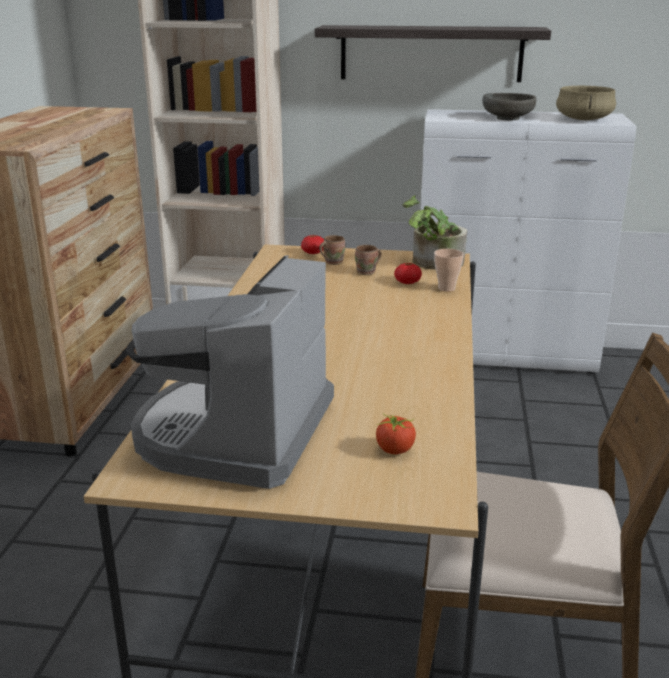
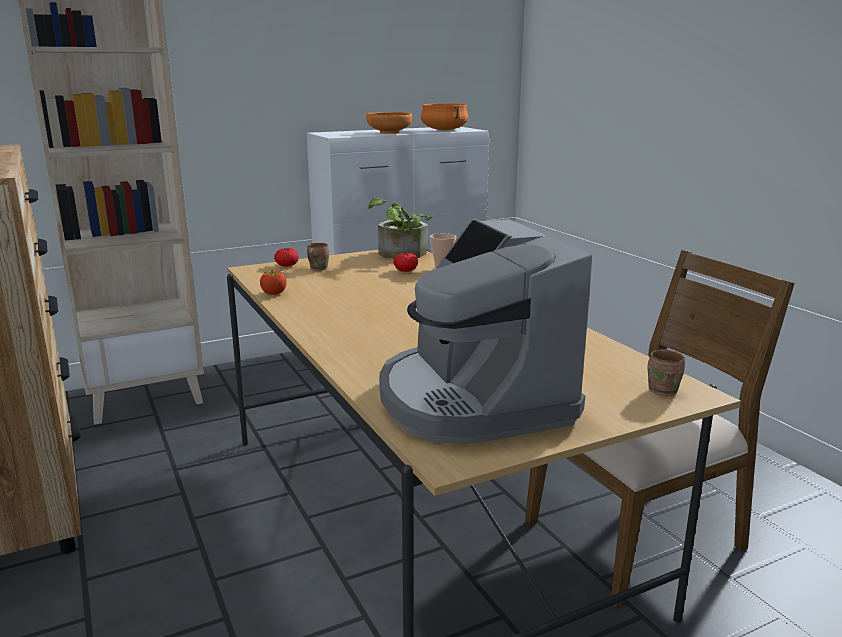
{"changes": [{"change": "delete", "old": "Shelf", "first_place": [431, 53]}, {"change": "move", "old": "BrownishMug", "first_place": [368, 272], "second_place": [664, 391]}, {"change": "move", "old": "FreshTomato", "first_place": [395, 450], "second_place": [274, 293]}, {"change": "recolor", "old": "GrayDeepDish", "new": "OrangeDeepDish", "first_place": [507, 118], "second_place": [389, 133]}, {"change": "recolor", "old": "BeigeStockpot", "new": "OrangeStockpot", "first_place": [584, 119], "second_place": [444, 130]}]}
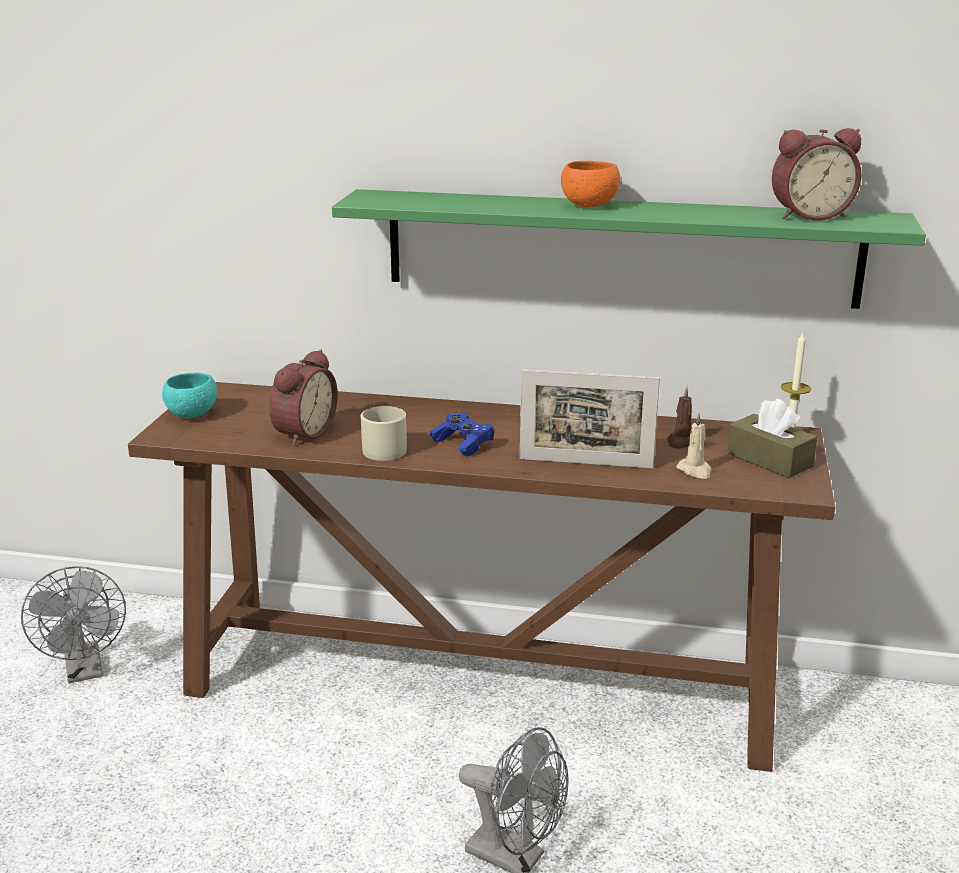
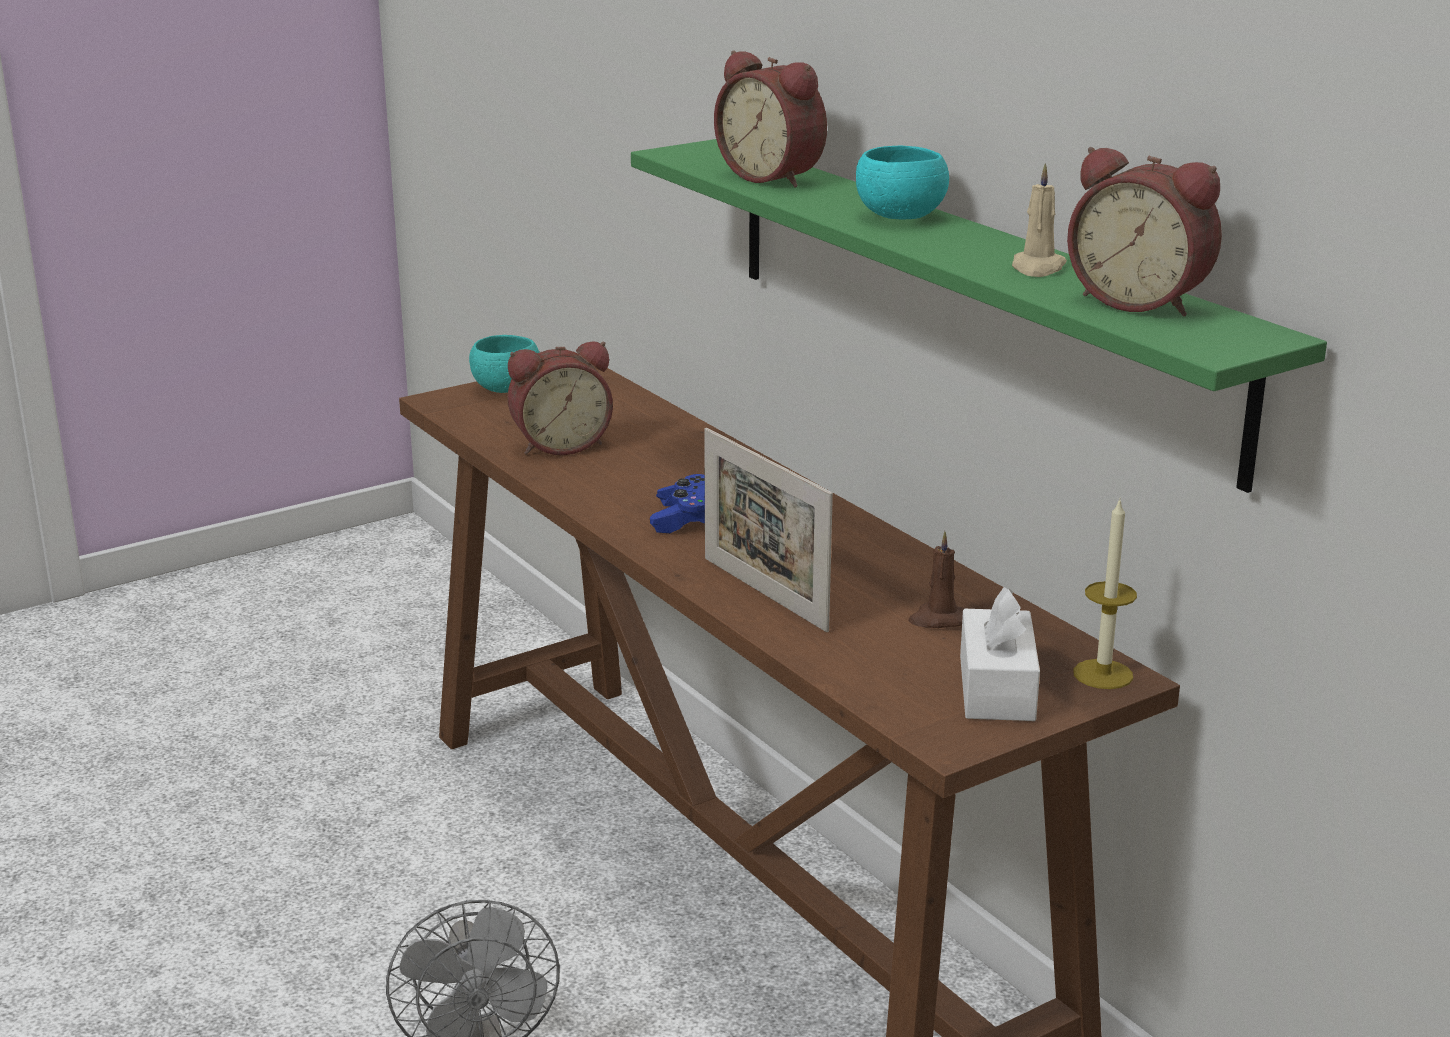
{"changes": [{"change": "delete", "old": "GrayElectricFan", "first_place": [85, 671]}, {"change": "delete", "old": "BeigeMug", "first_place": [385, 448]}, {"change": "recolor", "old": "OrangeDeepDish", "new": "BlueGreenDeepDish", "first_place": [589, 205], "second_place": [900, 216]}, {"change": "move", "old": "BeigeCandle", "first_place": [695, 471], "second_place": [1037, 268]}, {"change": "recolor", "old": "BrownishBoxOfTissues", "new": "WhiteColouredBoxOfTissues", "first_place": [769, 460], "second_place": [996, 688]}, {"change": "insert", "new": "AlarmClock", "second_place": [774, 177]}]}
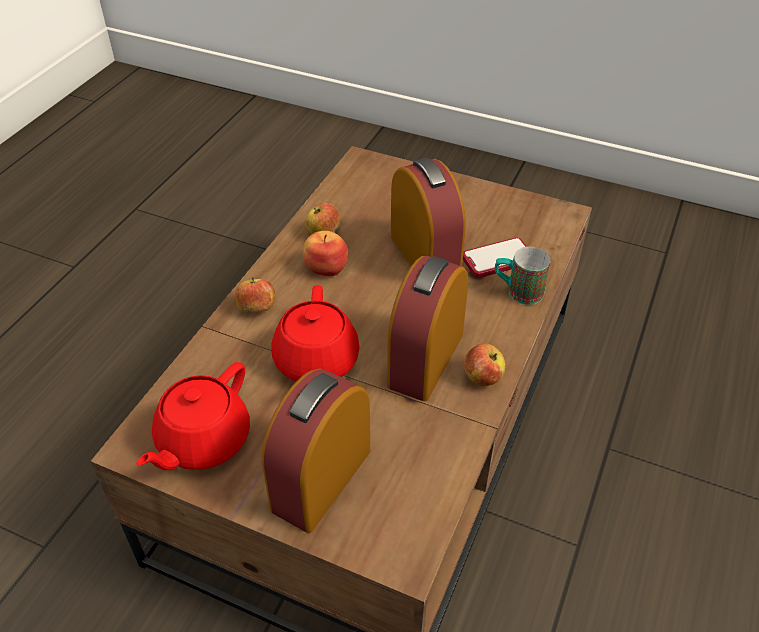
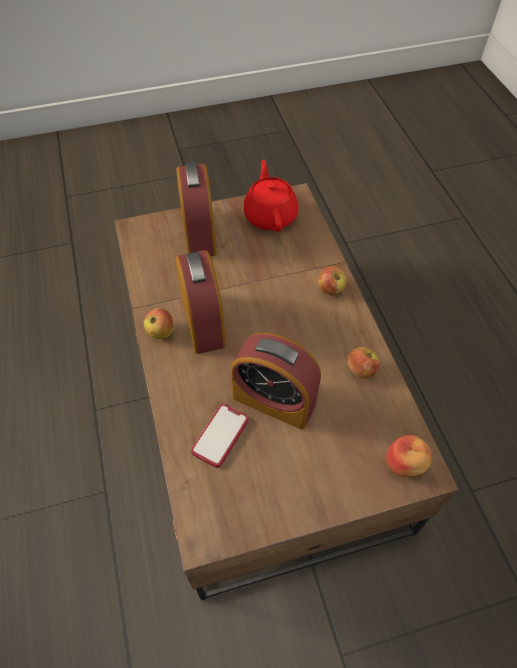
{"changes": [{"change": "delete", "old": "ReddishTeaPot", "first_place": [315, 362]}, {"change": "move", "old": "WholeApple", "first_place": [326, 267], "second_place": [404, 464]}, {"change": "delete", "old": "Mug", "first_place": [517, 292]}]}
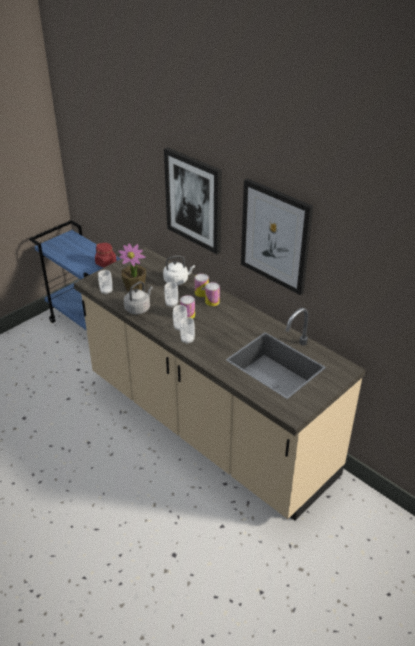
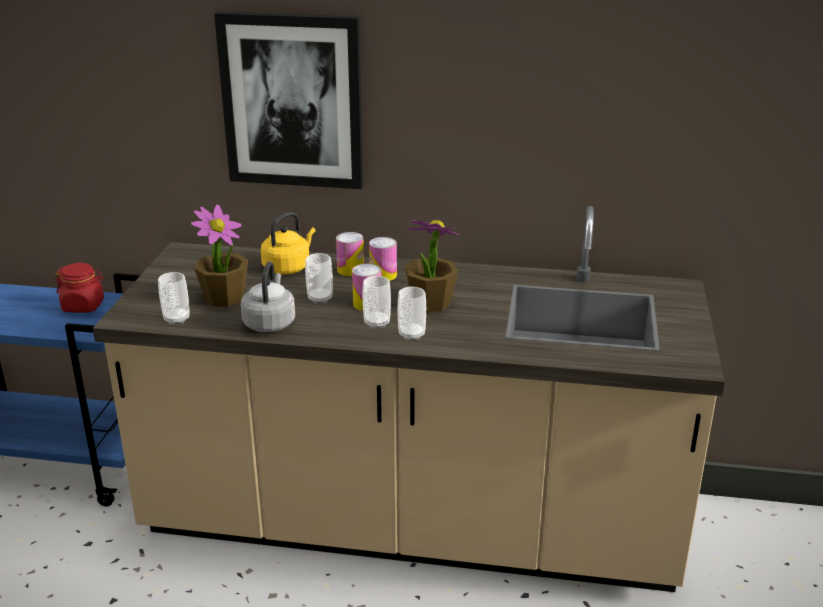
{"changes": [{"change": "recolor", "old": "WhiteColouredWaterKettle", "new": "YellowishWaterKettle", "first_place": [177, 280], "second_place": [288, 267]}, {"change": "delete", "old": "WallArt", "first_place": [275, 236]}, {"change": "insert", "new": "PottedPlant", "second_place": [430, 303]}]}
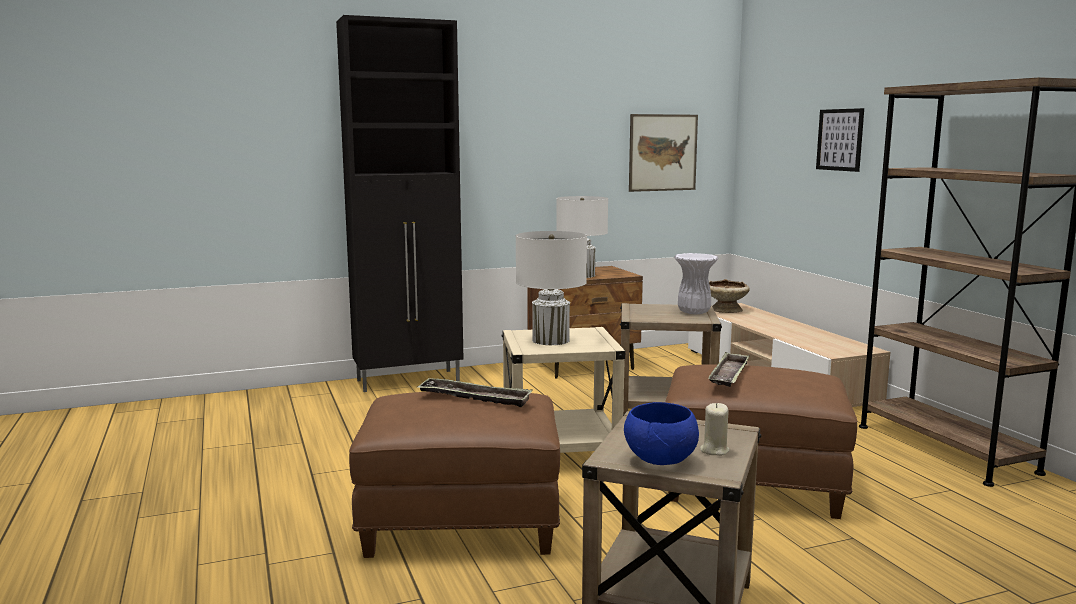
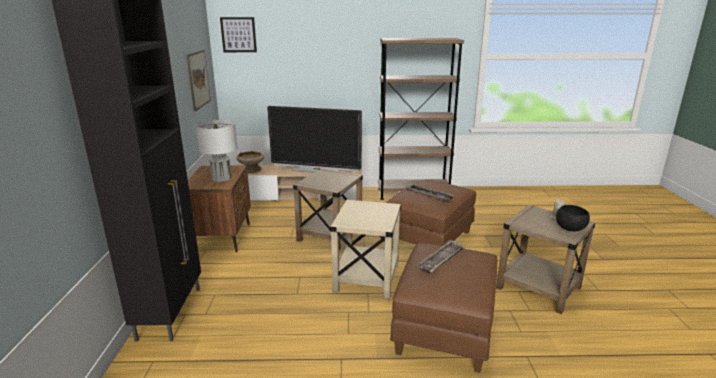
{"changes": [{"change": "delete", "old": "WhiteColouredLampForATable", "first_place": [551, 340]}, {"change": "recolor", "old": "BluishDeepDish", "new": "BlackColouredDeepDish", "first_place": [661, 461], "second_place": [570, 229]}, {"change": "delete", "old": "WhiteColouredVase", "first_place": [693, 312]}, {"change": "move", "old": "WallArt", "first_place": [840, 139], "second_place": [238, 34]}, {"change": "insert", "new": "Television", "second_place": [316, 170]}]}
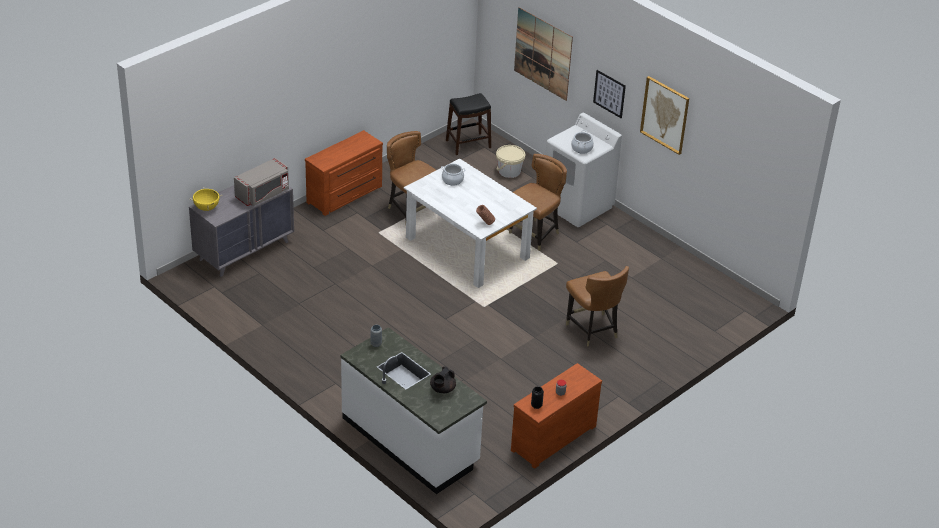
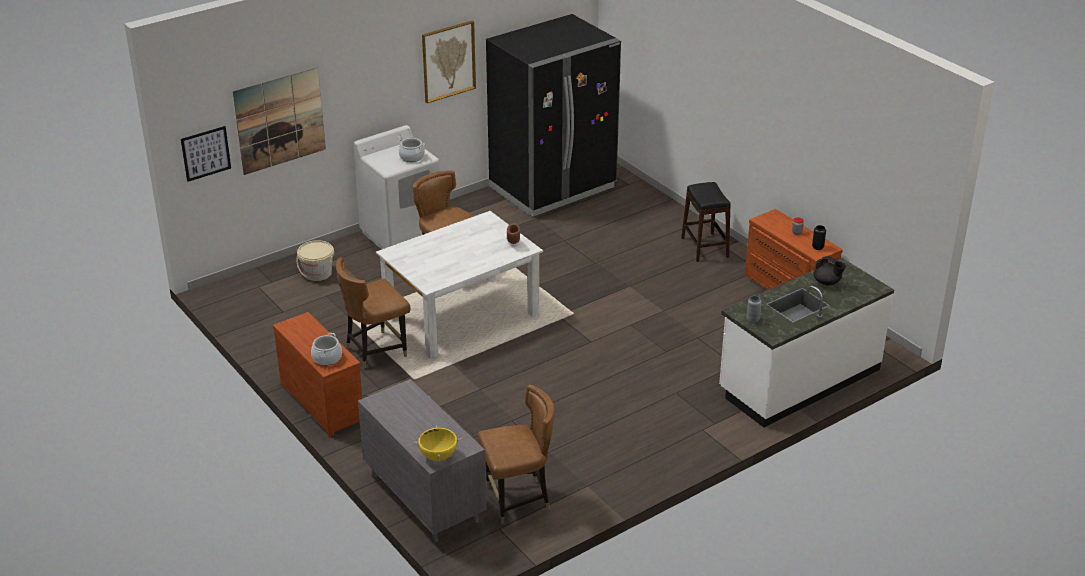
{"changes": [{"change": "delete", "old": "GrayKitchenMicrowave", "first_place": [263, 194]}, {"change": "move", "old": "Stockpot", "first_place": [452, 180], "second_place": [327, 358]}, {"change": "move", "old": "BlackColouredSittingStool", "first_place": [468, 144], "second_place": [704, 247]}, {"change": "move", "old": "BrownishUprightChair", "first_place": [592, 330], "second_place": [518, 500]}, {"change": "move", "old": "WallArt", "first_place": [609, 93], "second_place": [206, 153]}, {"change": "insert", "new": "BlackColouredRefrigerator", "second_place": [553, 187]}]}
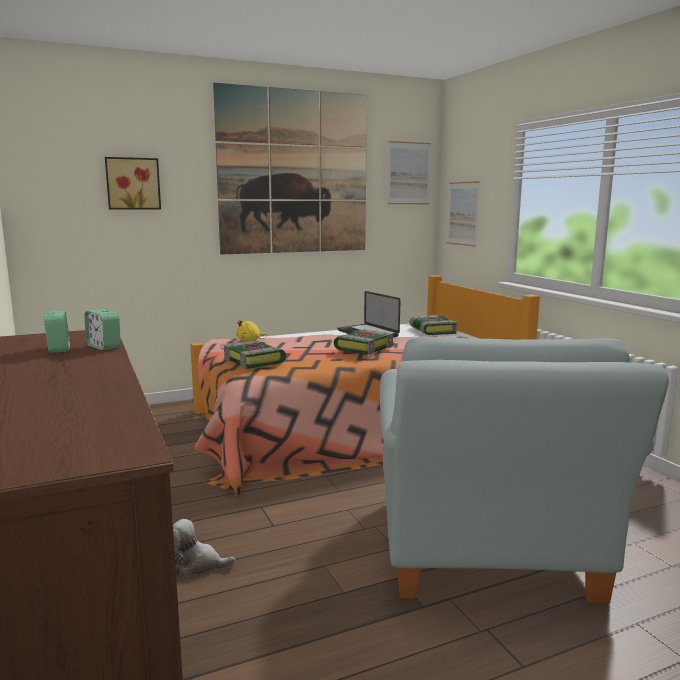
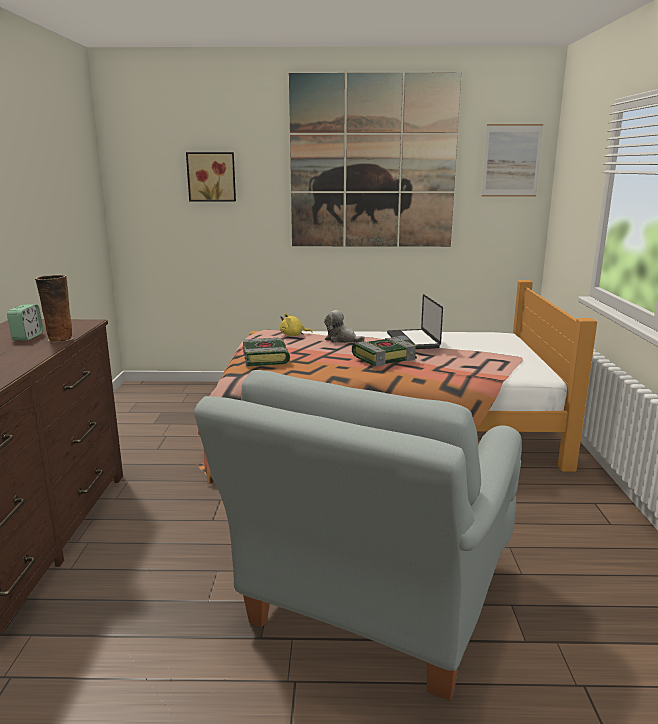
{"changes": [{"change": "replace", "old": "AlarmClock", "new": "Vase", "first_place": [104, 347], "second_place": [59, 339]}, {"change": "move", "old": "CuddlyToy", "first_place": [196, 565], "second_place": [342, 340]}, {"change": "delete", "old": "Book", "first_place": [431, 331]}, {"change": "delete", "old": "WallArt", "first_place": [463, 213]}]}
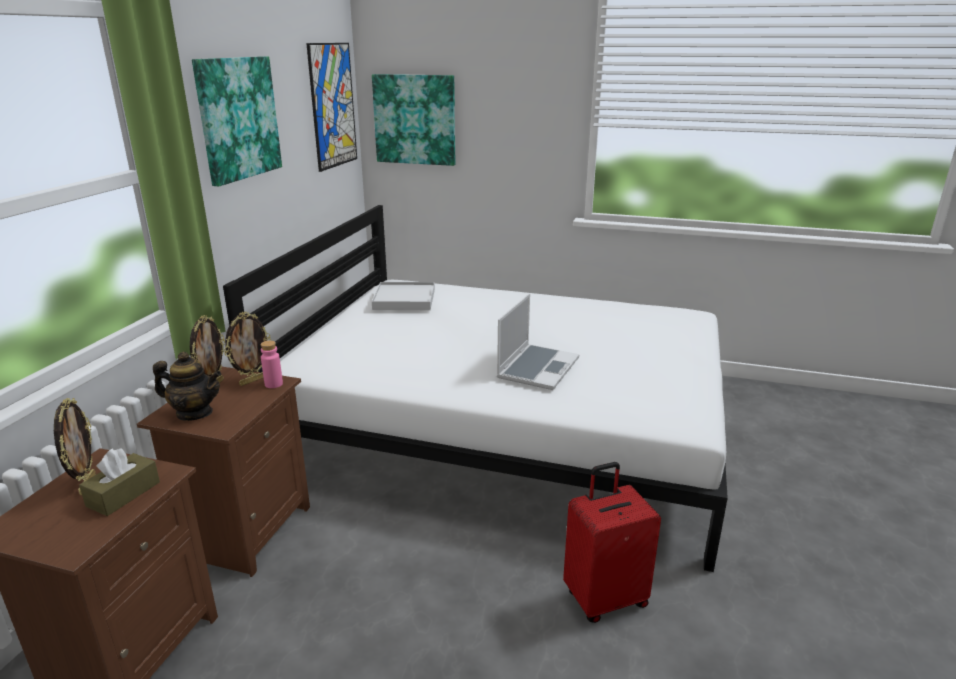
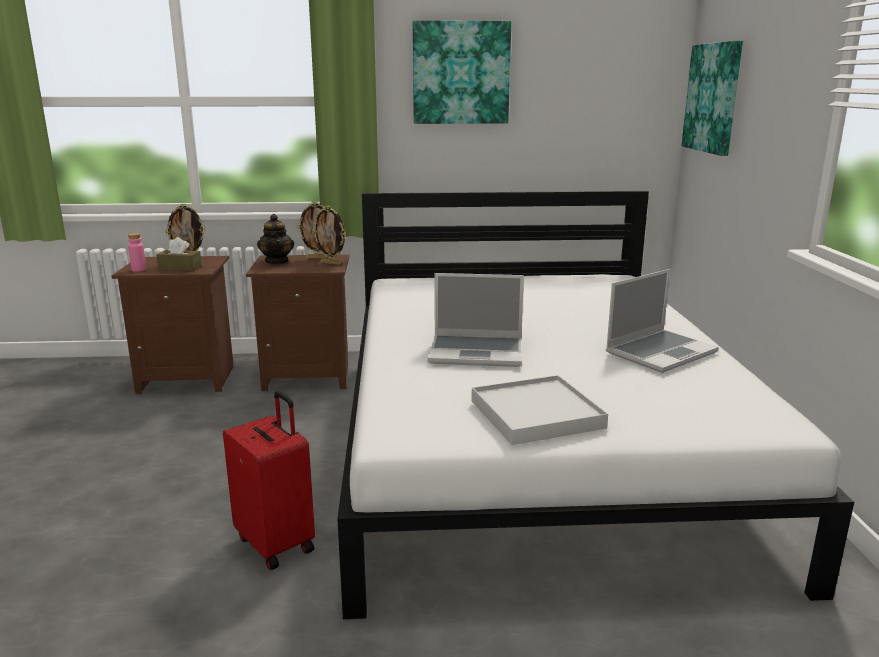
{"changes": [{"change": "move", "old": "PinkDrinkBottle", "first_place": [273, 384], "second_place": [139, 269]}, {"change": "delete", "old": "WallArt", "first_place": [333, 106]}, {"change": "move", "old": "WhiteColouredServingTray", "first_place": [404, 299], "second_place": [536, 414]}, {"change": "insert", "new": "Laptop", "second_place": [660, 352]}]}
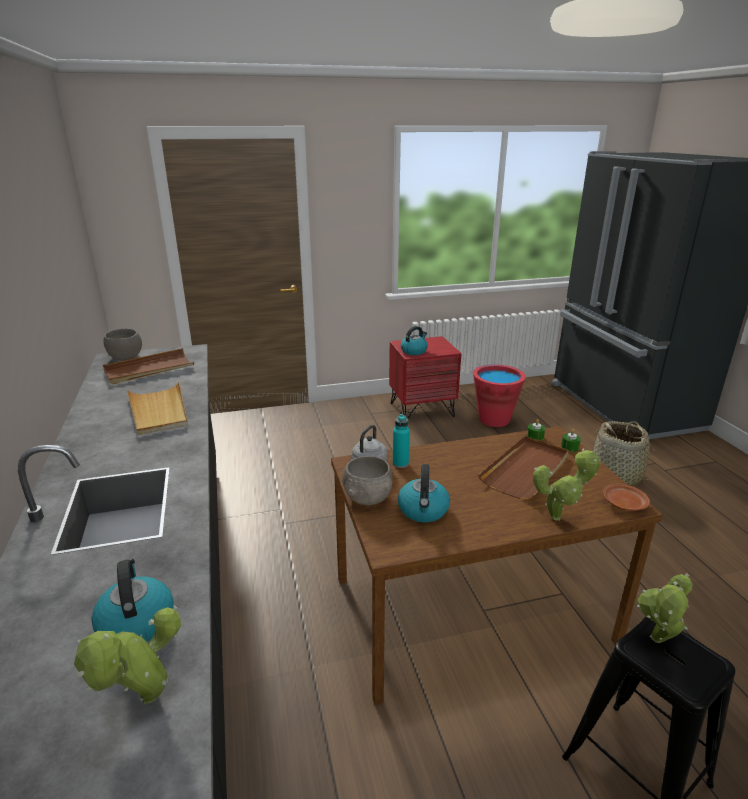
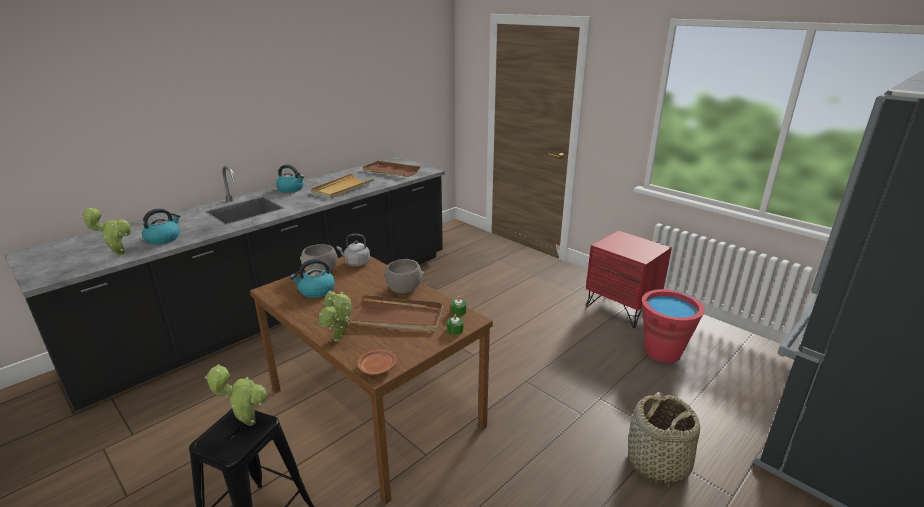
{"changes": [{"change": "move", "old": "GrayDeepDish", "first_place": [125, 357], "second_place": [404, 288]}, {"change": "delete", "old": "BlueGreenDrinkBottle", "first_place": [400, 463]}, {"change": "move", "old": "WaterKettle", "first_place": [414, 351], "second_place": [291, 189]}]}
